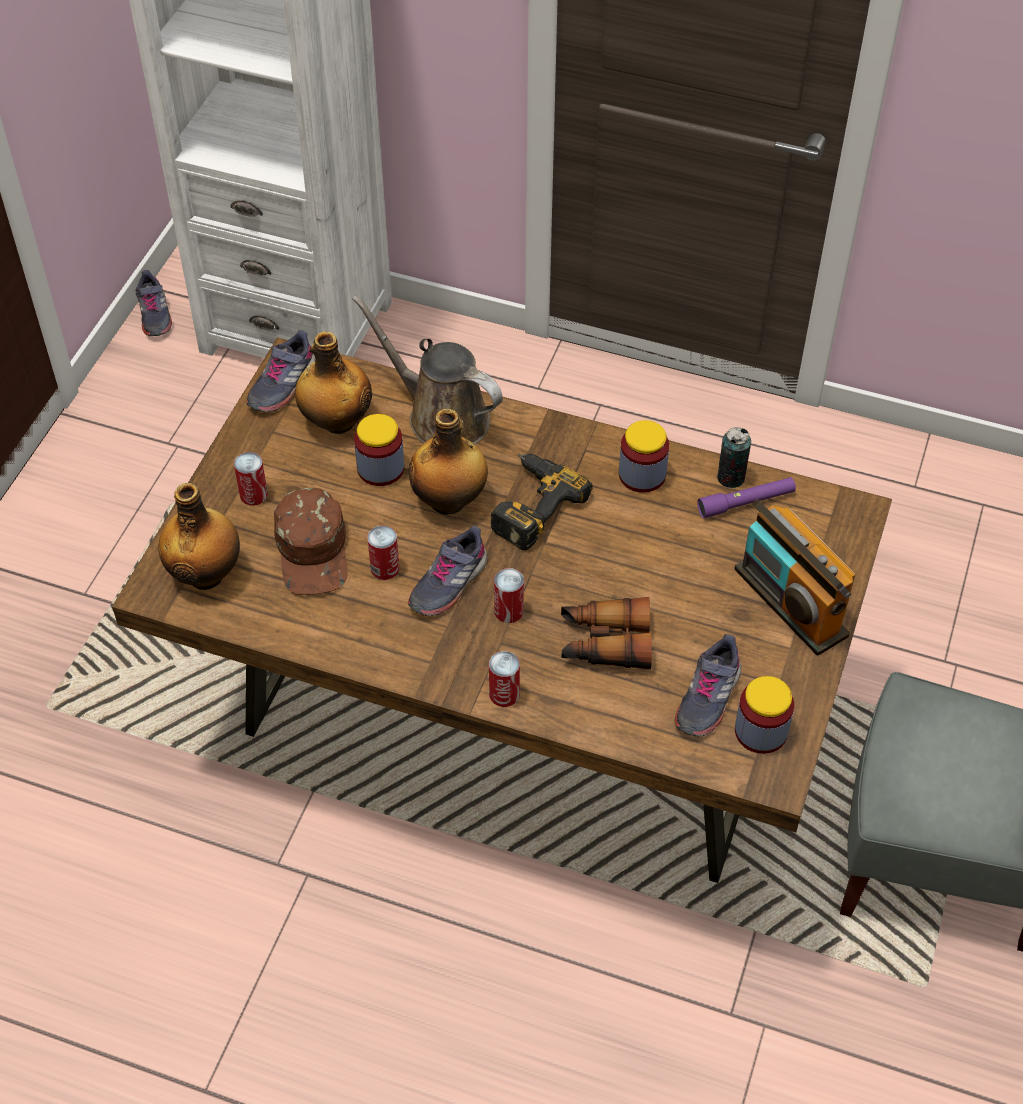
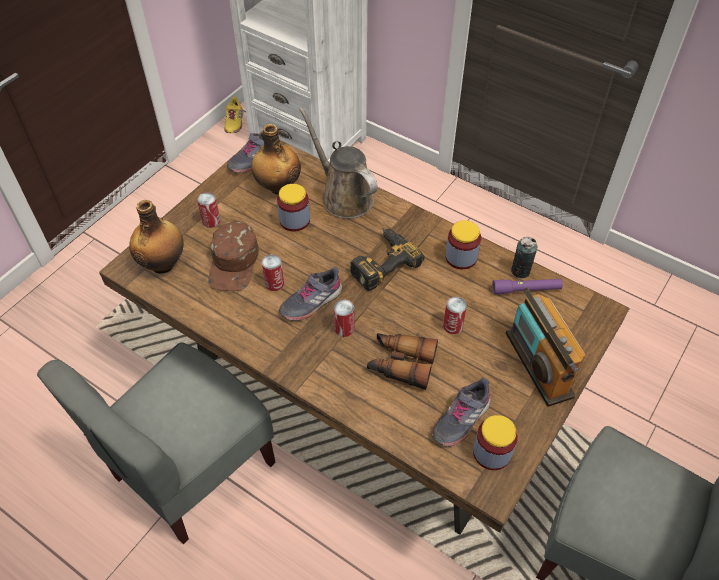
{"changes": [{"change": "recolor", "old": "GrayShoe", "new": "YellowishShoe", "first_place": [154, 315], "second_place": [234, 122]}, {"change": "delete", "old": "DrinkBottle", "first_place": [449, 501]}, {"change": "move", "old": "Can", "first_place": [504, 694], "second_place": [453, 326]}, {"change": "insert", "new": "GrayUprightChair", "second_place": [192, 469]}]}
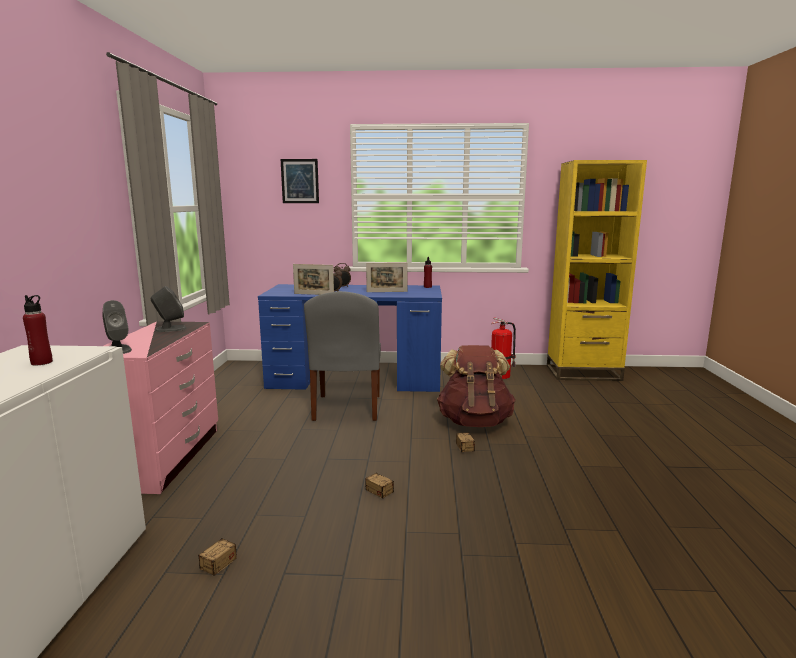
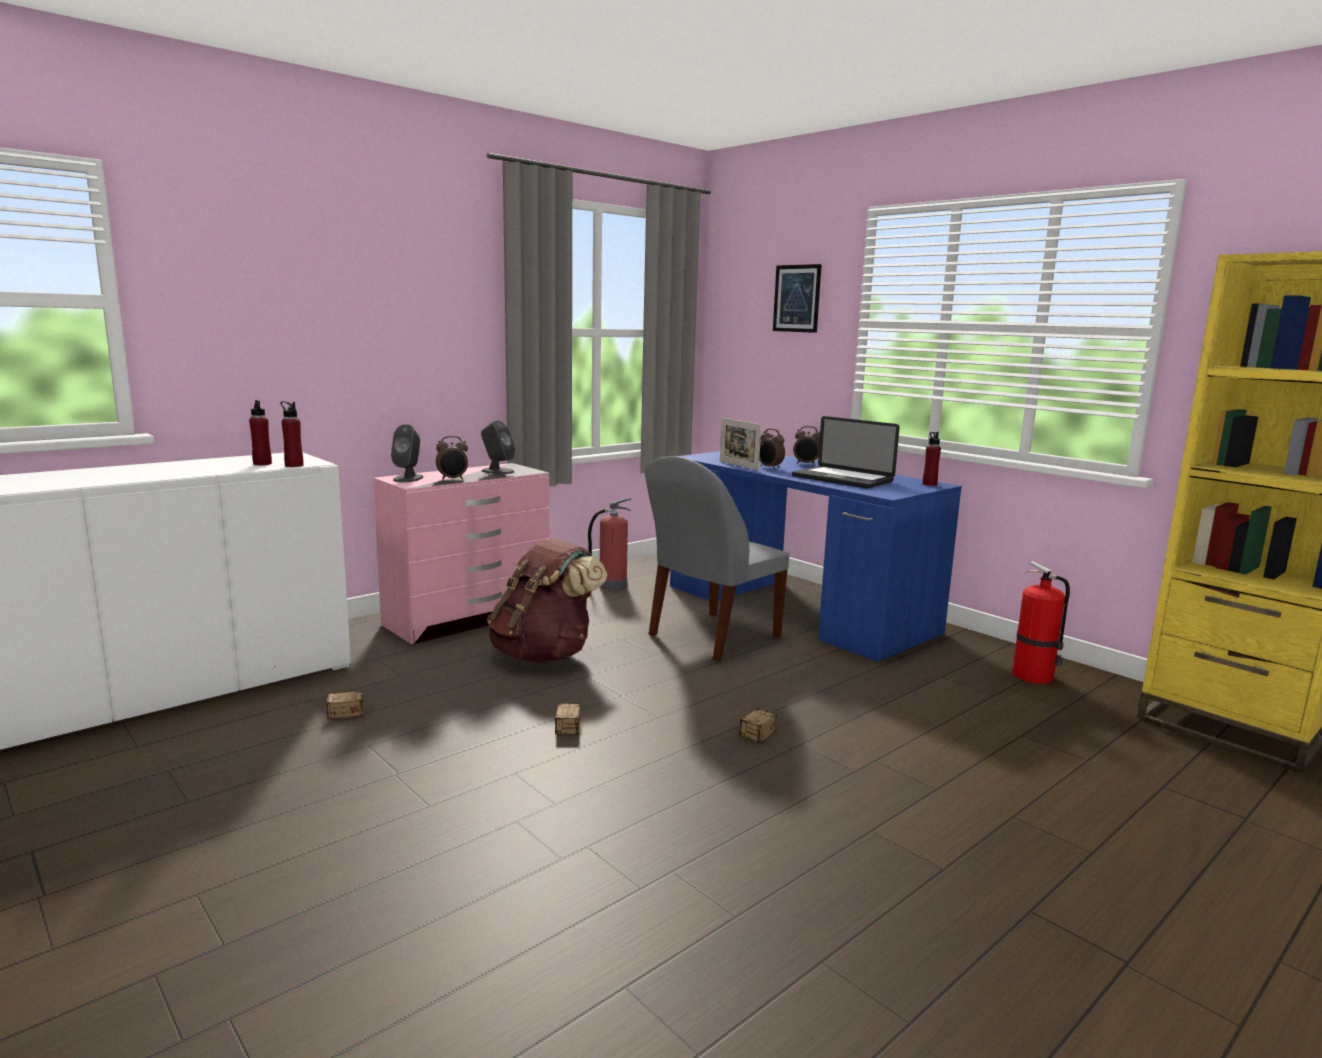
{"changes": [{"change": "replace", "old": "PhotoFrame", "new": "Laptop", "first_place": [387, 292], "second_place": [842, 479]}, {"change": "move", "old": "BrownishBackpack", "first_place": [474, 422], "second_place": [544, 654]}, {"change": "insert", "new": "ReddishDrinkBottle", "second_place": [294, 465]}, {"change": "insert", "new": "AlarmClock", "second_place": [452, 479]}, {"change": "insert", "new": "FireFightingCylinder", "second_place": [611, 585]}]}
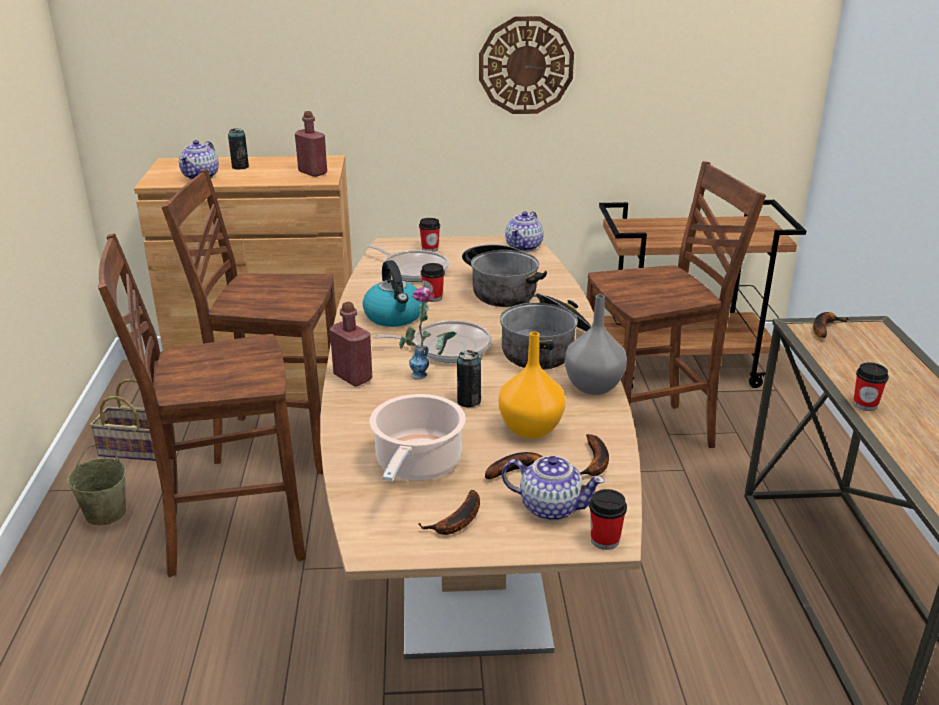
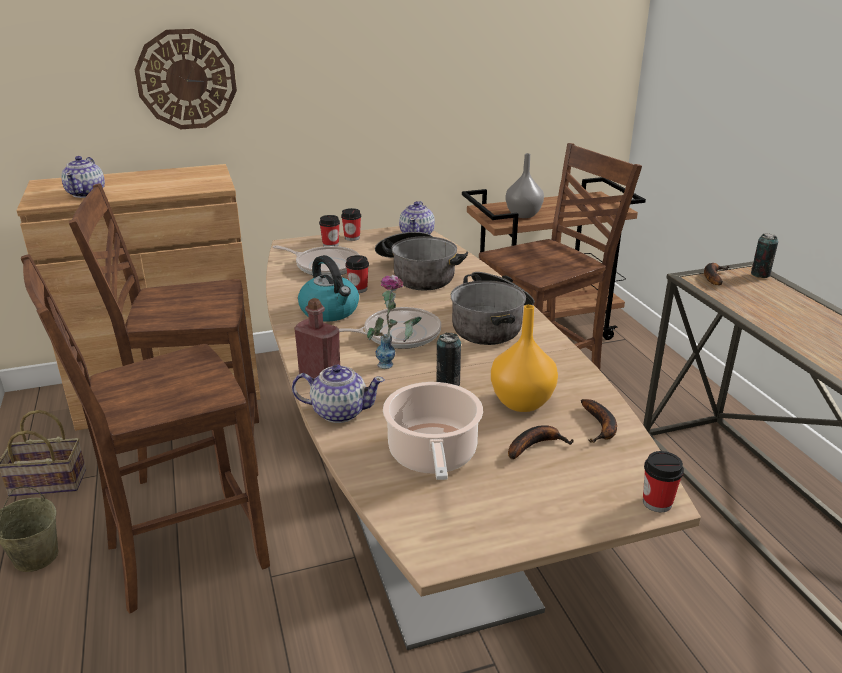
{"changes": [{"change": "move", "old": "Can", "first_place": [240, 167], "second_place": [760, 274]}, {"change": "delete", "old": "ReddishDrinkBottle", "first_place": [312, 172]}, {"change": "delete", "old": "BananaFruit", "first_place": [457, 522]}, {"change": "move", "old": "HangingClock", "first_place": [526, 65], "second_place": [186, 79]}, {"change": "move", "old": "TeaPot", "first_place": [550, 507], "second_place": [339, 412]}, {"change": "move", "old": "GrayVase", "first_place": [592, 386], "second_place": [522, 215]}, {"change": "move", "old": "DrinkingCup", "first_place": [865, 405], "second_place": [352, 238]}]}
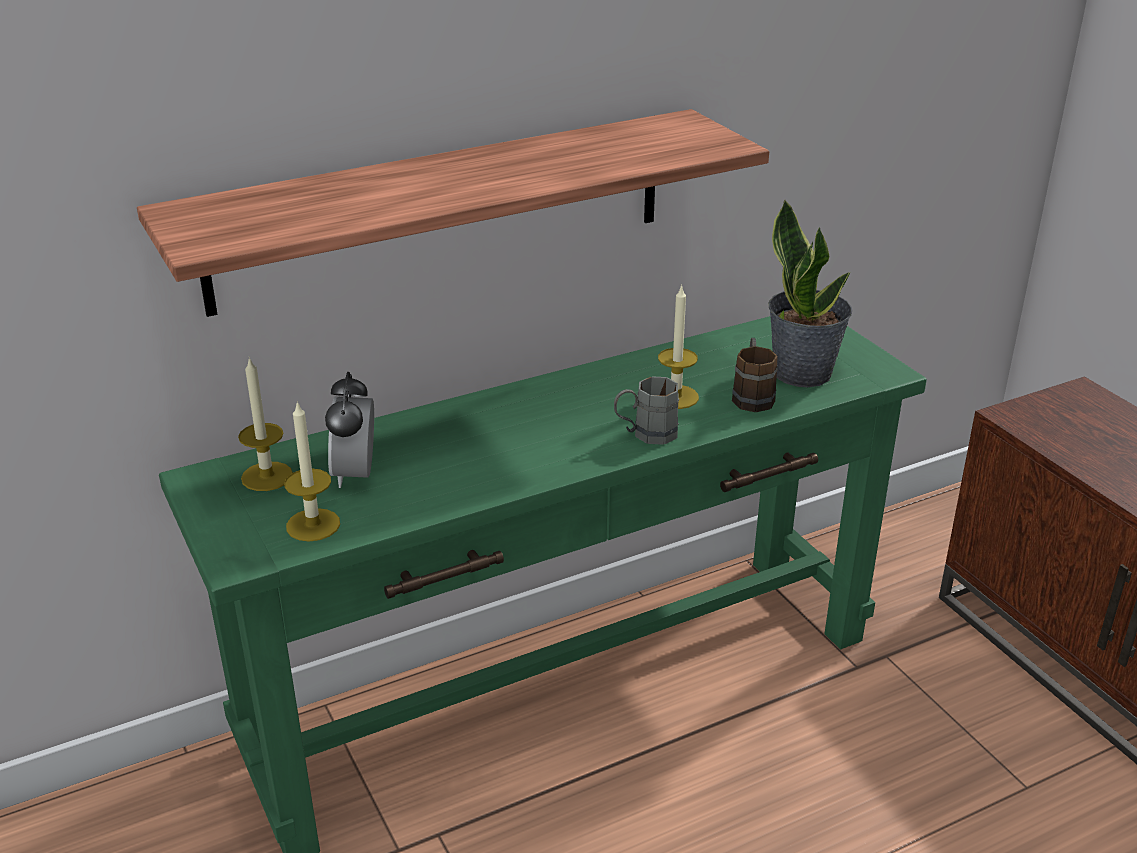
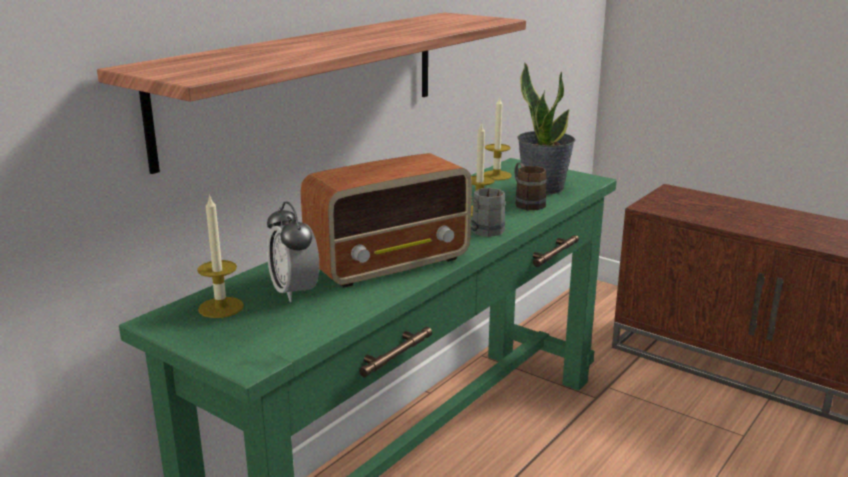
{"changes": [{"change": "move", "old": "Candle", "first_place": [313, 525], "second_place": [496, 175]}, {"change": "insert", "new": "RadioSet", "second_place": [390, 264]}]}
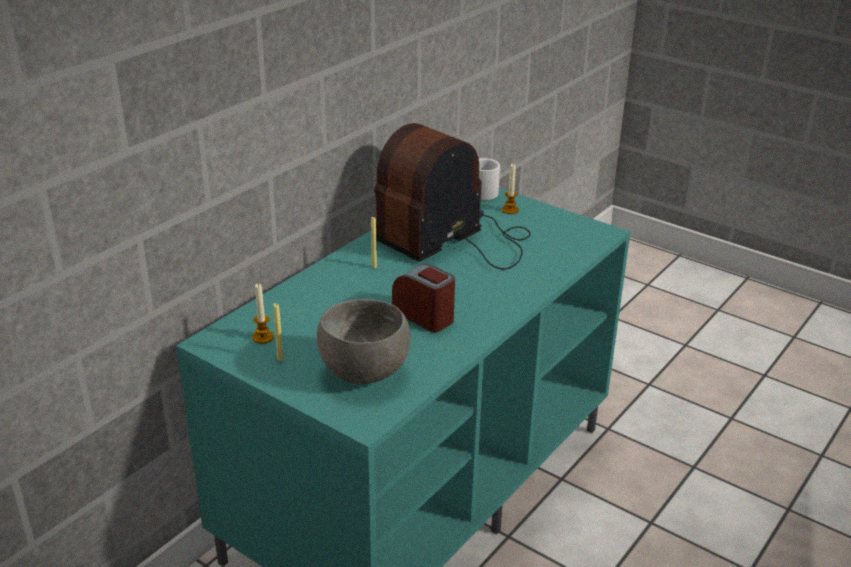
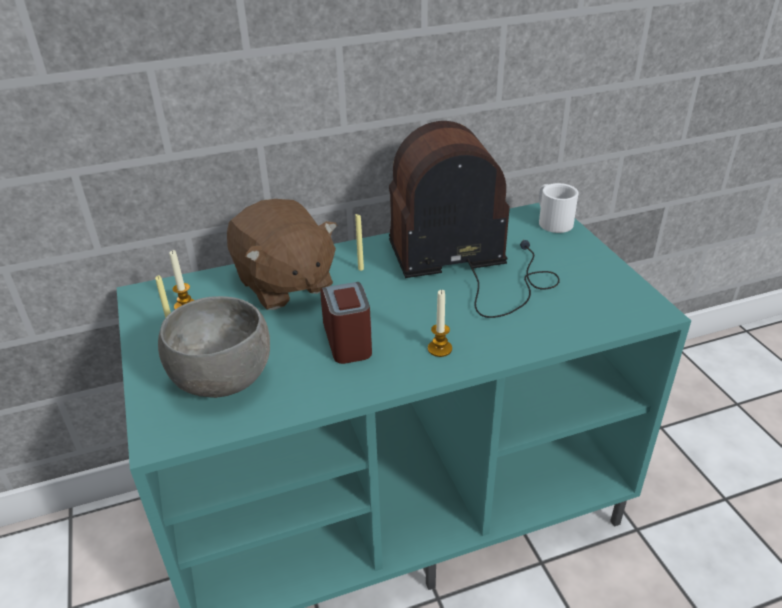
{"changes": [{"change": "move", "old": "Candle", "first_place": [510, 210], "second_place": [439, 349]}, {"change": "insert", "new": "BrownishCuddlyToy", "second_place": [284, 284]}]}
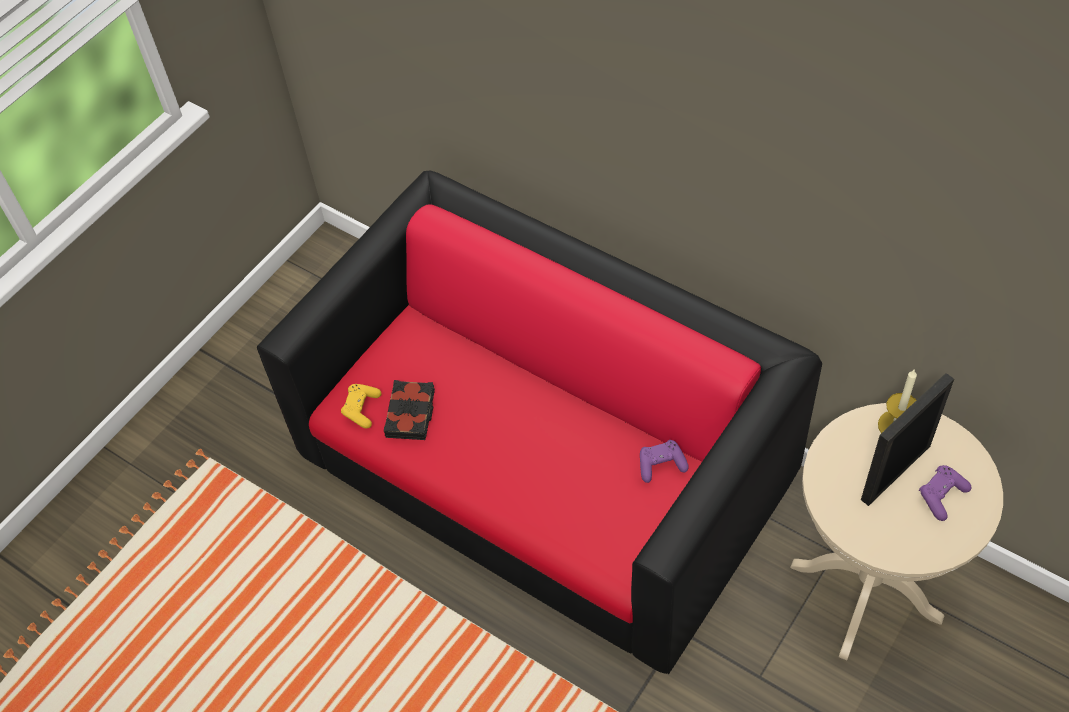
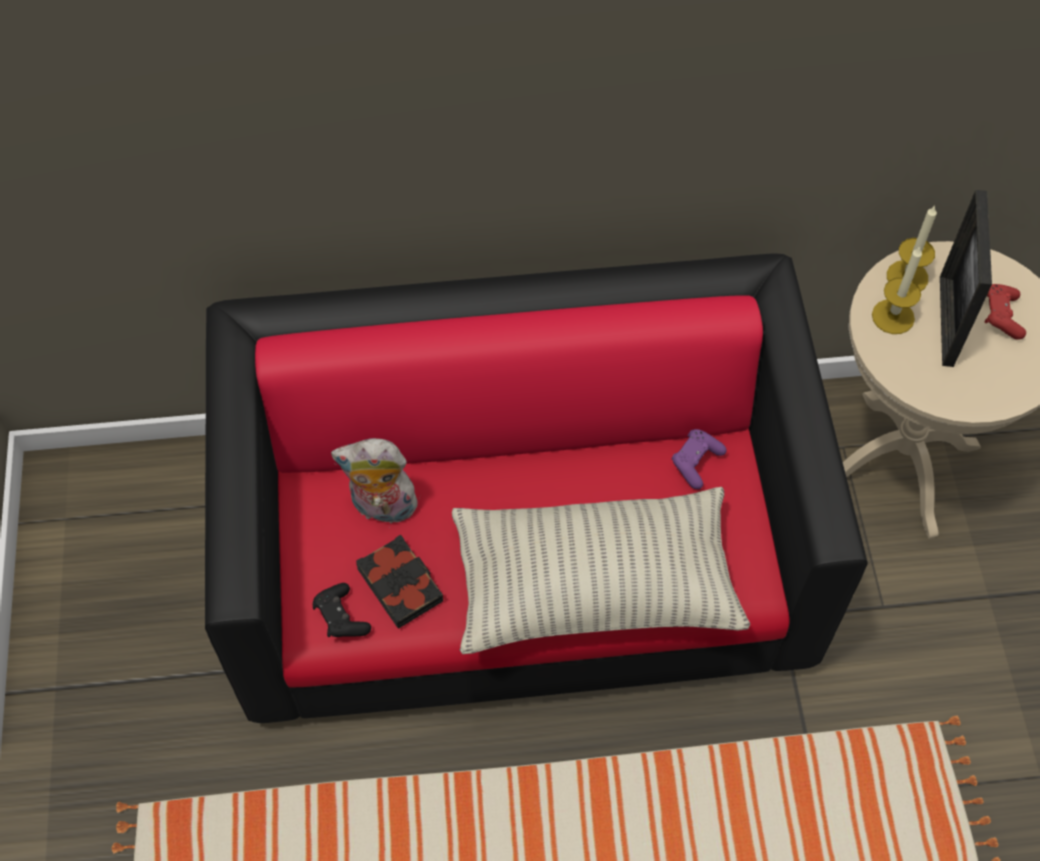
{"changes": [{"change": "recolor", "old": "YellowishGameController", "new": "BlackColouredGameController", "first_place": [361, 409], "second_place": [341, 618]}, {"change": "recolor", "old": "PurpleColouredGameController", "new": "ReddishGameController", "first_place": [941, 496], "second_place": [1000, 317]}, {"change": "insert", "new": "CuddlyToy", "second_place": [381, 508]}, {"change": "insert", "new": "Pillow", "second_place": [595, 585]}, {"change": "insert", "new": "Candle", "second_place": [893, 316]}]}
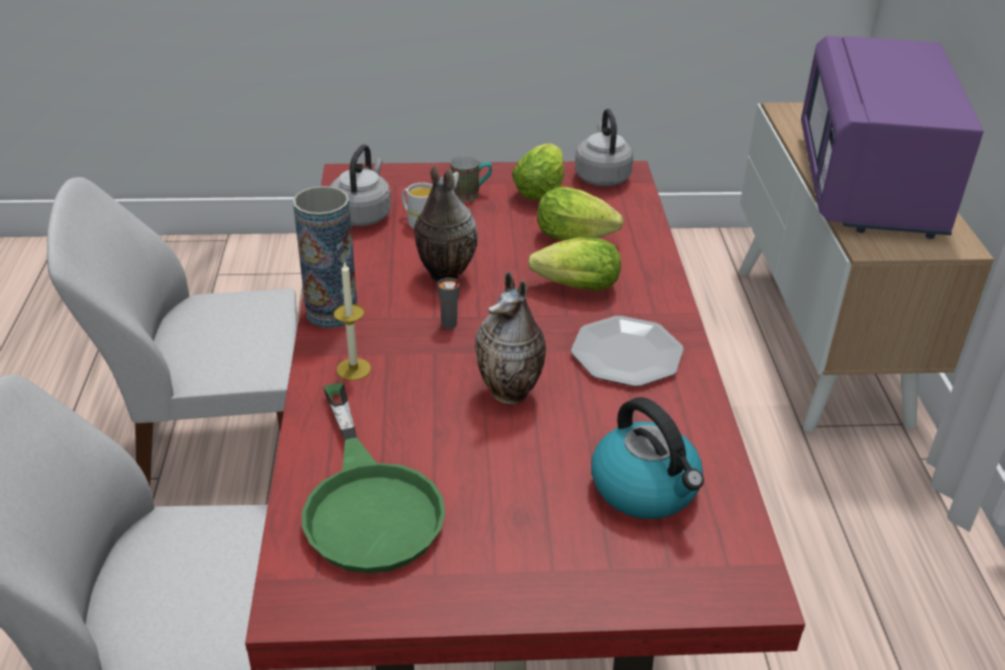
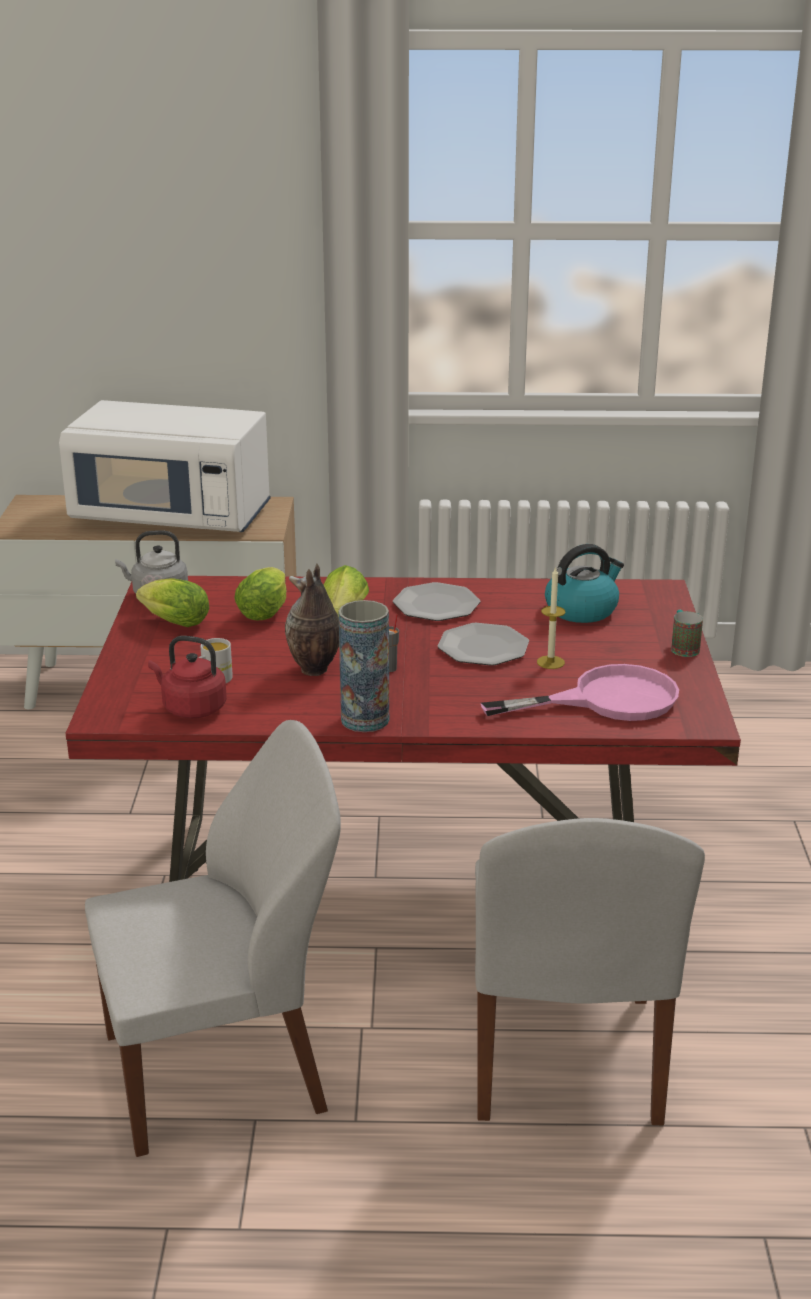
{"changes": [{"change": "rotate", "old": "WhiteColouredUprightChair", "first_place": [219, 452], "second_place": [221, 1071], "degrees": -105}, {"change": "recolor", "old": "GreenishPan", "new": "PinkPan", "first_place": [368, 502], "second_place": [606, 700]}, {"change": "recolor", "old": "GrayWaterKettle", "new": "ReddishWaterKettle", "first_place": [362, 215], "second_place": [191, 708]}, {"change": "move", "old": "Candle", "first_place": [353, 369], "second_place": [550, 662]}, {"change": "move", "old": "Mug", "first_place": [471, 194], "second_place": [683, 647]}, {"change": "replace", "old": "Vase", "new": "Plate", "first_place": [511, 393], "second_place": [483, 647]}, {"change": "recolor", "old": "PurpleColouredKitchenMicrowave", "new": "WhiteColouredKitchenMicrowave", "first_place": [869, 186], "second_place": [172, 518]}]}
